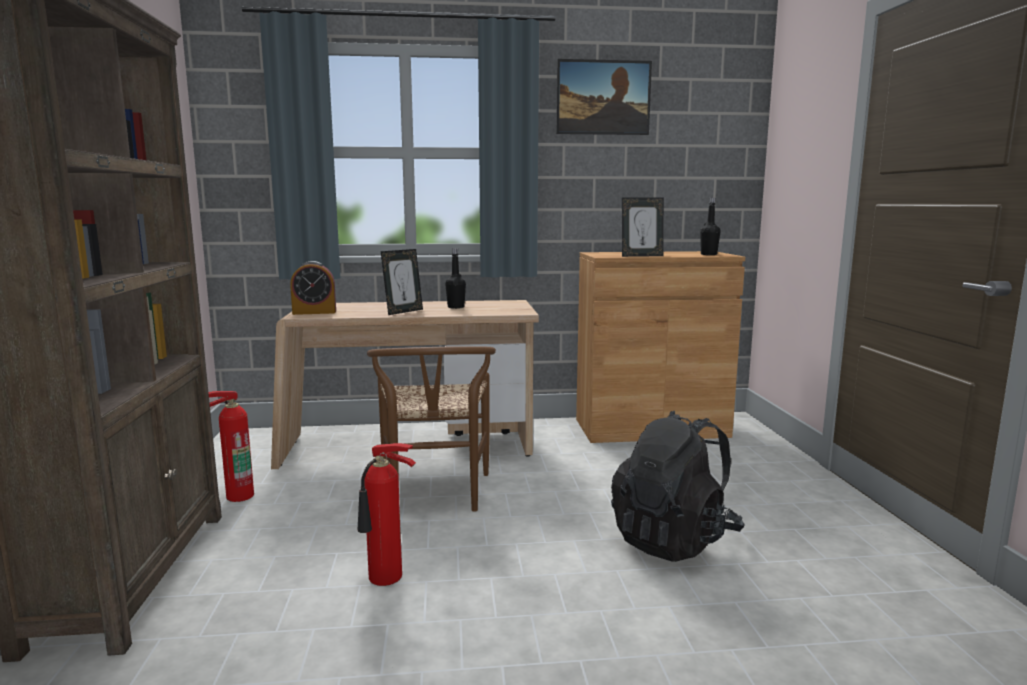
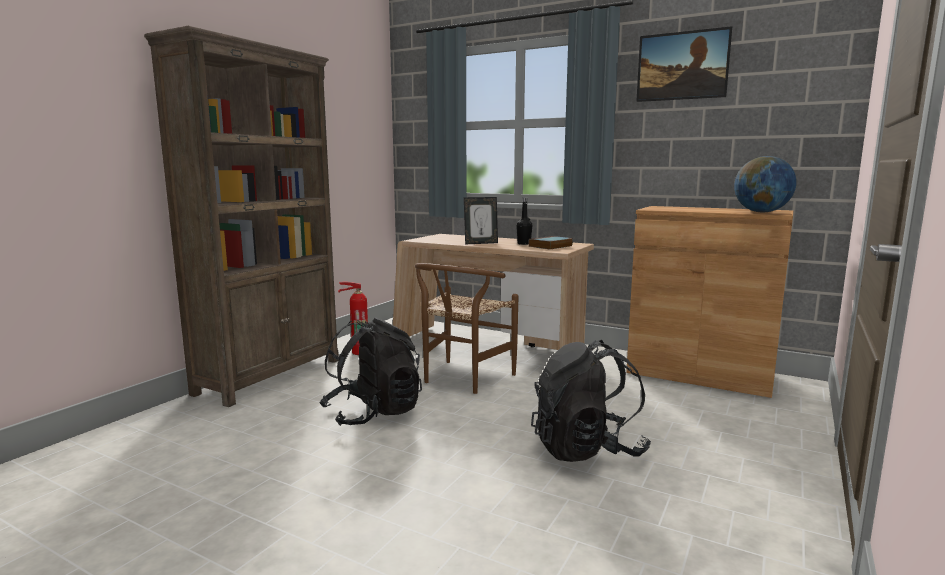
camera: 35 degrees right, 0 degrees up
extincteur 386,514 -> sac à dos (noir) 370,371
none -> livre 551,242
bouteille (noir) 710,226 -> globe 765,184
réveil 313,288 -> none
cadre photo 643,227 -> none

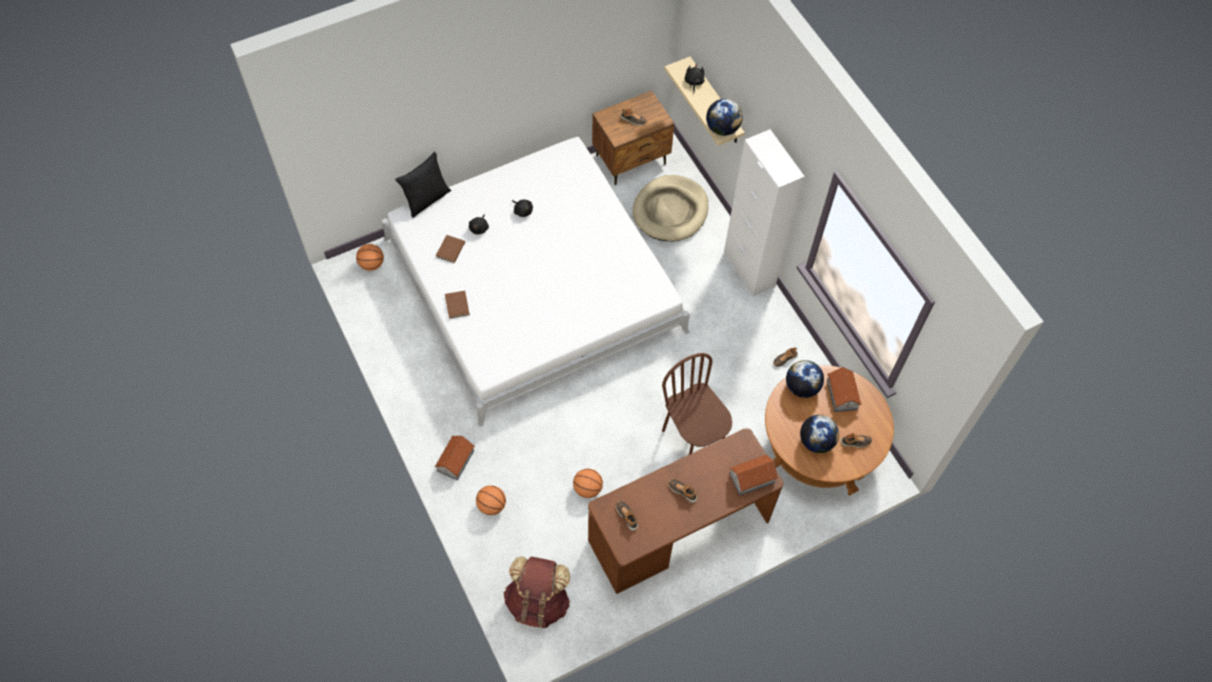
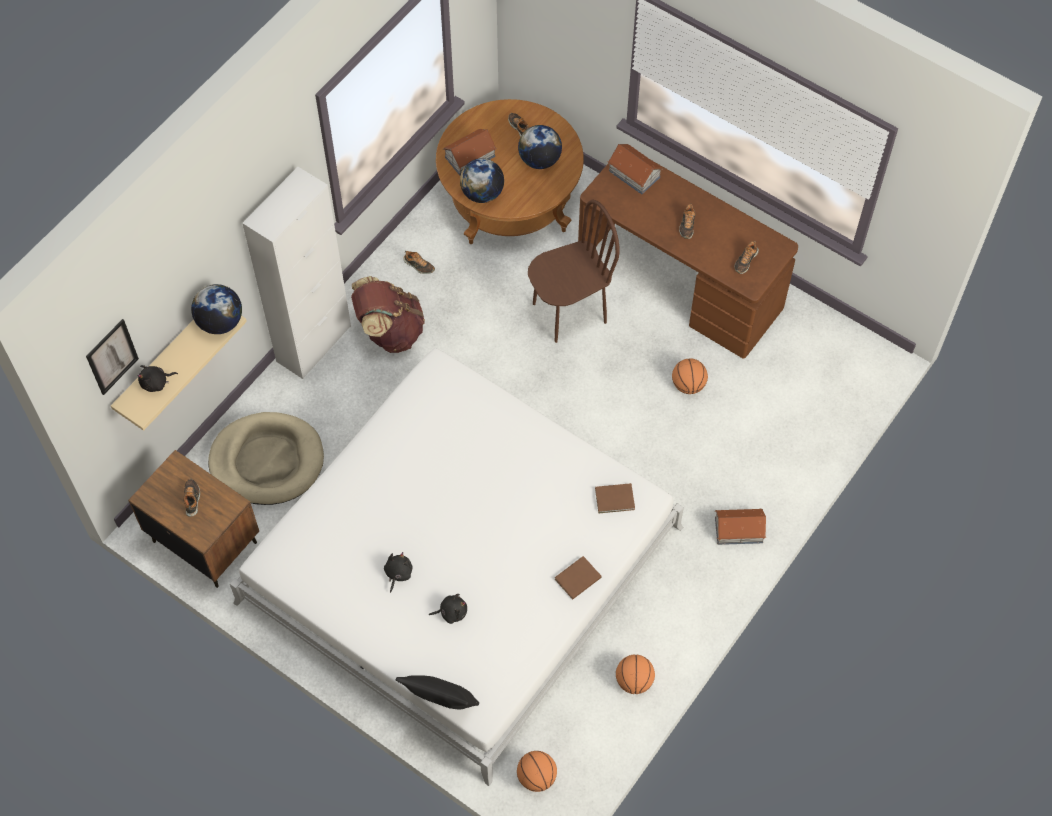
camera: 115 degrees left, 0 degrees up
none -> tableau 112,357
sac à dos (marron) 537,592 -> sac à dos (marron) 388,314, relocated
chaise (marron) 697,404 -> chaise (marron) 574,271, 150 degrees counterclockwise
livre (marron) 450,249 -> livre (marron) 615,498, relocated
ballon de basket 491,500 -> ballon de basket 635,674, relocated

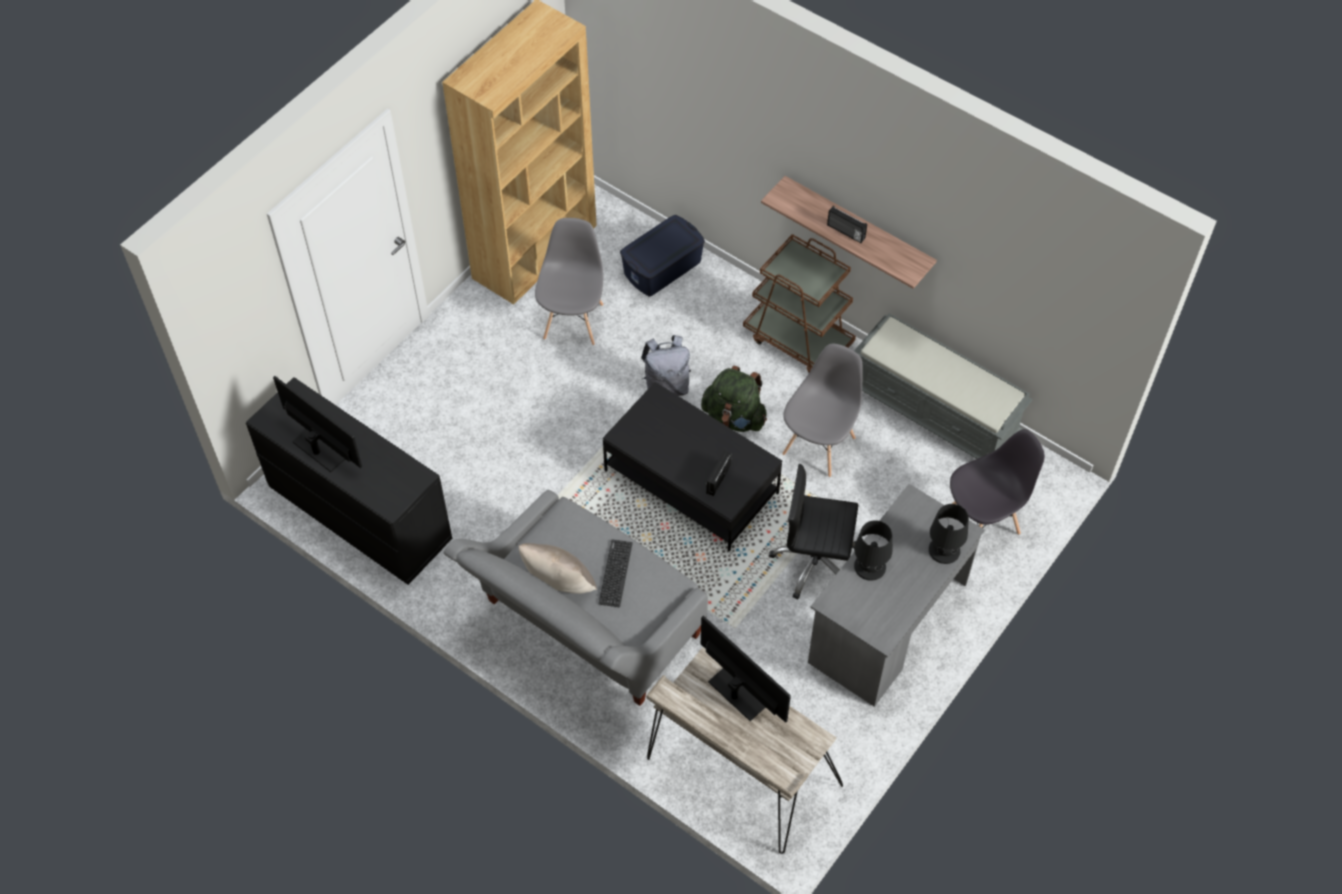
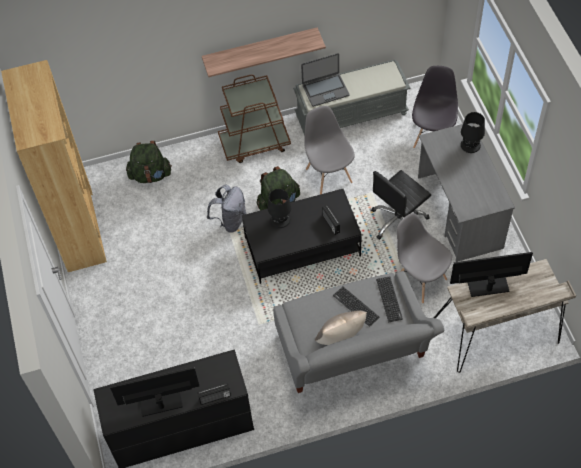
camera: 50 degrees left, 0 degrees up
boîte de rangement (bleu) 662,256 -> sac à dos (vert) 149,162
radio 847,224 -> radio 214,394, relocated
lampe de table (noir) 873,550 -> lampe de table (noir) 279,208, relocated
none -> ordinateur portable 325,80
none -> clavier 389,299
chaise (gris) 569,281 -> chaise (gris) 424,258, relocated

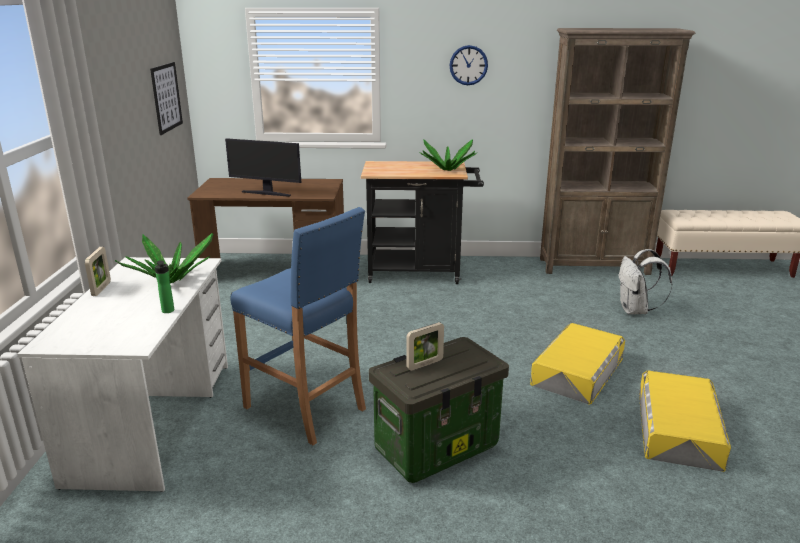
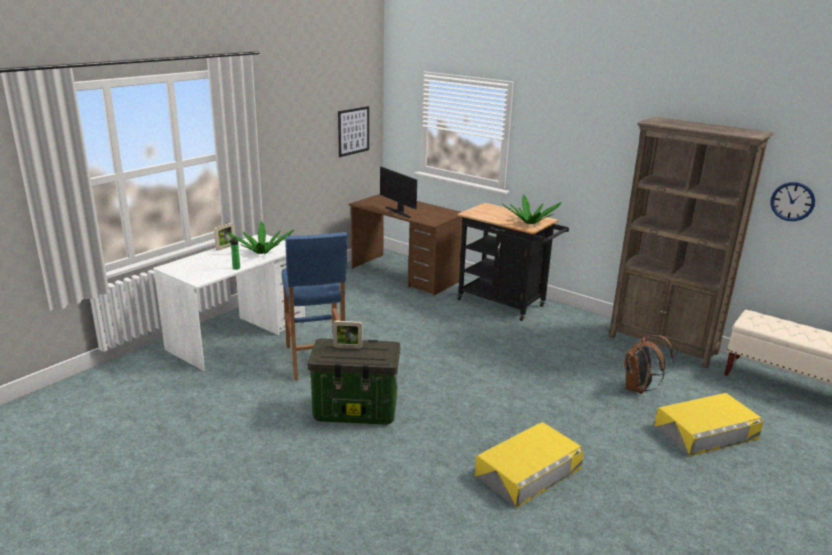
camera: 35 degrees right, 0 degrees up
sac à dos (blanc) 645,281 -> sac à dos (marron) 649,364
boîte de rangement (jaune) 577,364 -> boîte de rangement (jaune) 708,424, relocated
horloge murale 468,65 -> horloge murale 792,201, relocated

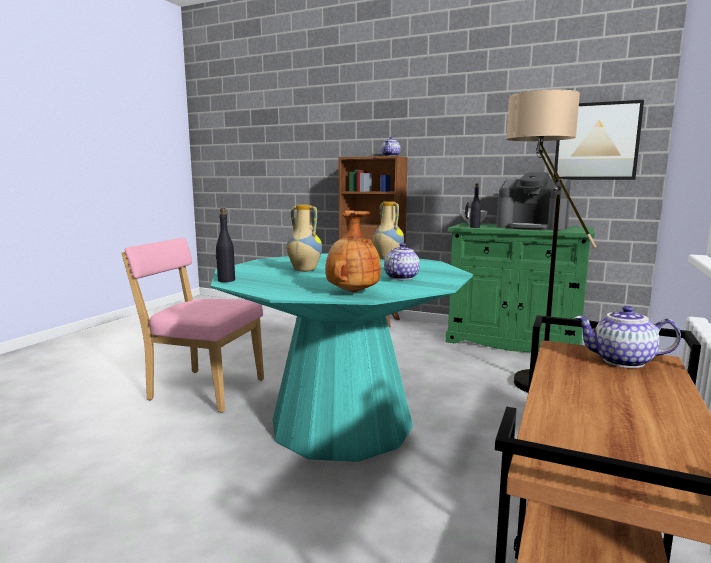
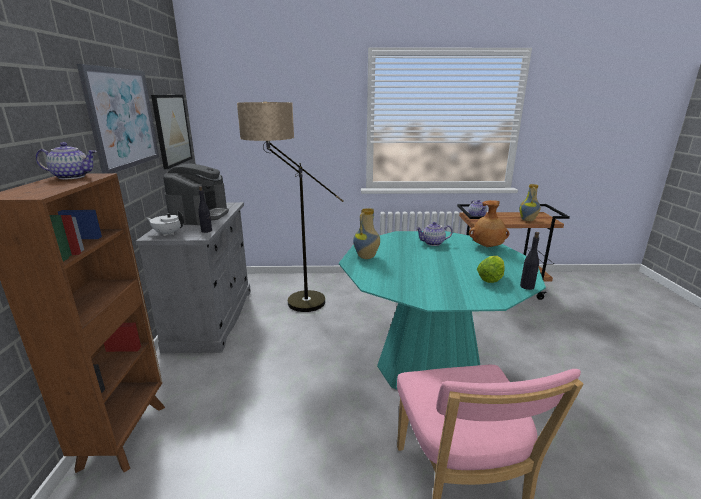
camera: 115 degrees left, 10 degrees up
none -> tableau 118,118
meuble de rangement (vert) 520,287 -> meuble de rangement (gris) 193,277
none -> laitue 491,269
vase 304,238 -> vase 530,202, relocated

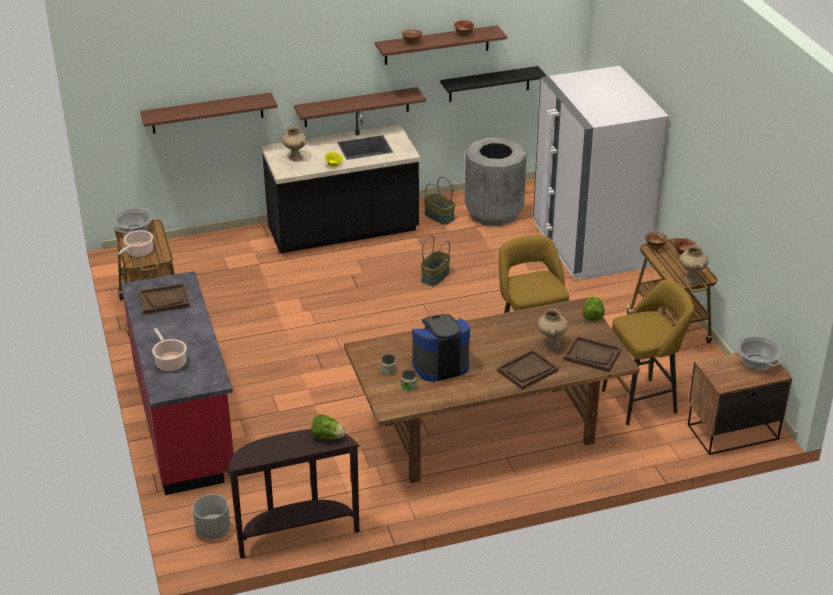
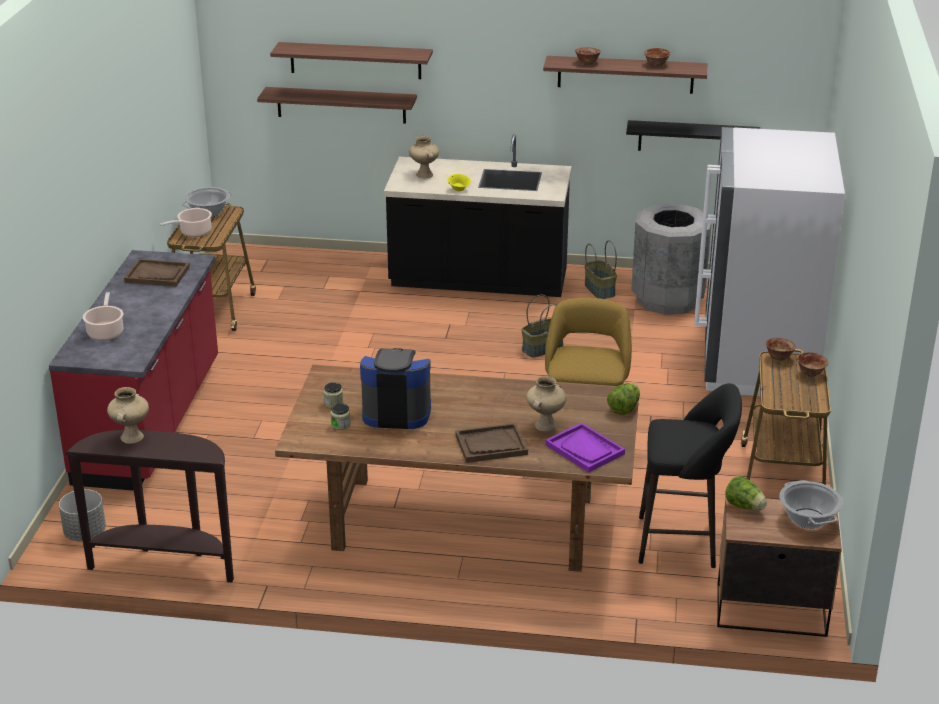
camera: 25 degrees right, 5 degrees down
vase (beige) 694,264 -> vase (beige) 128,415, relocated
étagère 360,107 -> étagère 351,60, relocated
plateau (marron) 592,354 -> plateau (violet) 585,448
tabouret (jaune) 648,352 -> tabouret (noir) 690,475
laitue 328,426 -> laitue 746,493, relocated

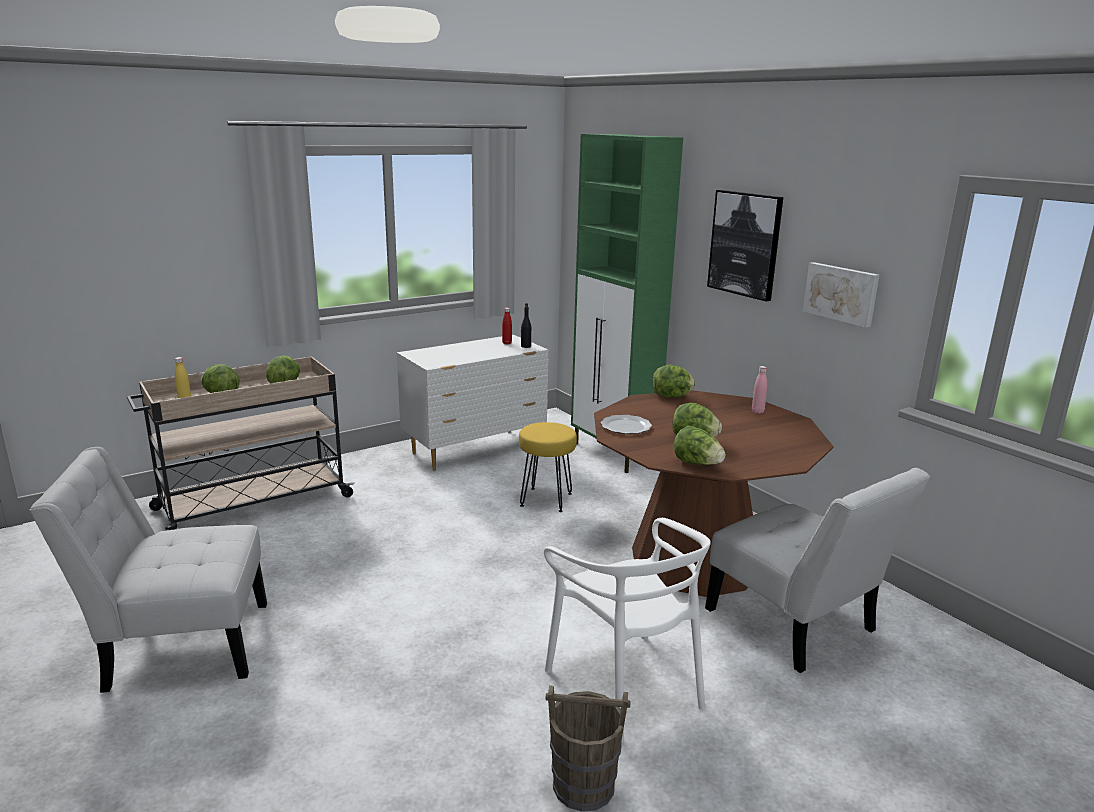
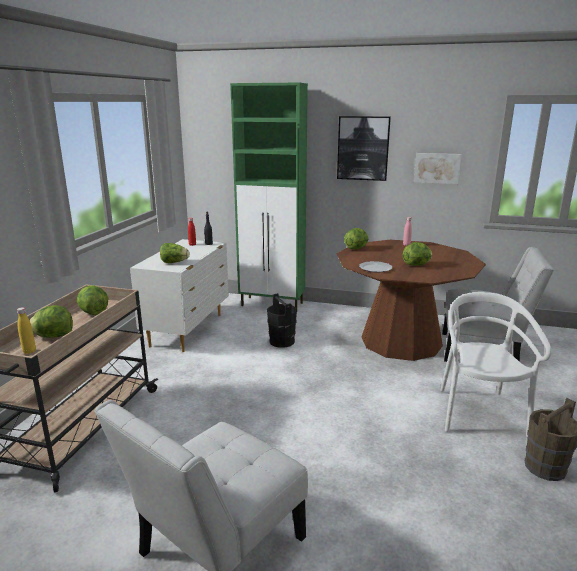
camera: 40 degrees left, 0 degrees up
laitue 699,445 -> laitue 175,253, relocated
tabouret (jaune) 548,467 -> seau (noir) 282,320
chaise (blanc) 627,630 -> chaise (blanc) 495,364, 105 degrees counterclockwise

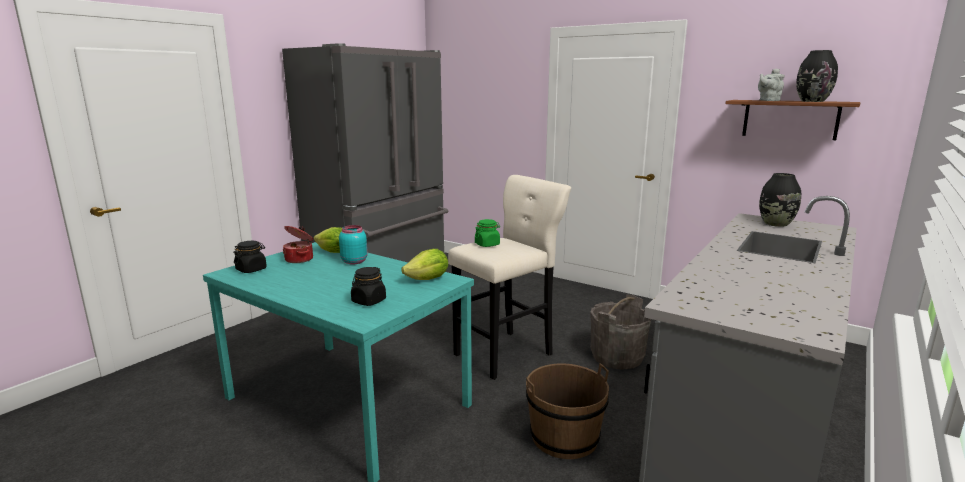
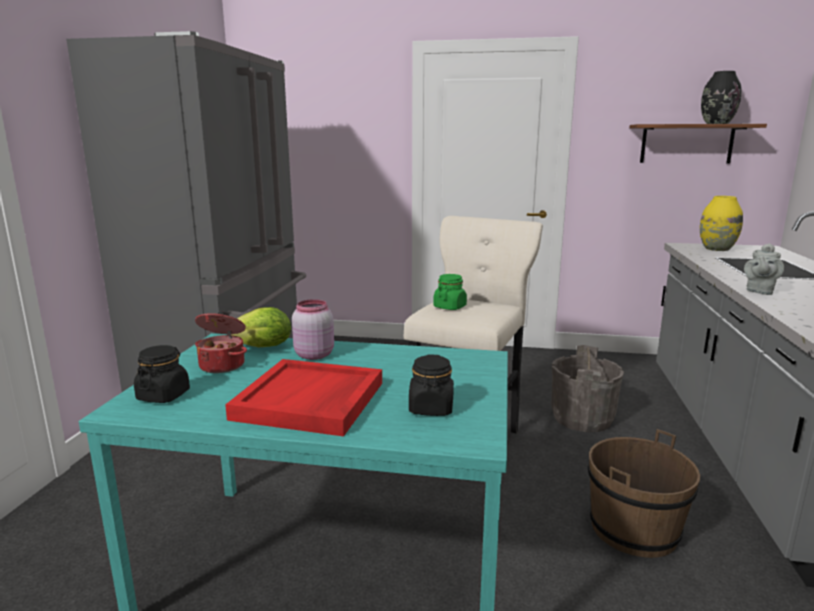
camera: 25 degrees left, 0 degrees up
none -> plateau (rouge) 303,398
bocal (turquoise) 353,245 -> bocal (rose) 313,329
vase (noir) 780,200 -> vase (jaune) 721,223
théière (gris) 771,84 -> théière (gris) 764,269, relocated
laitue 424,264 -> none

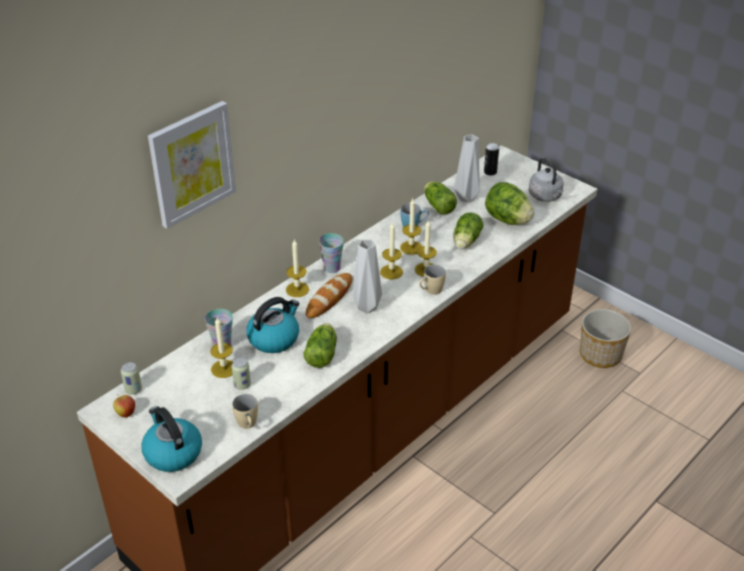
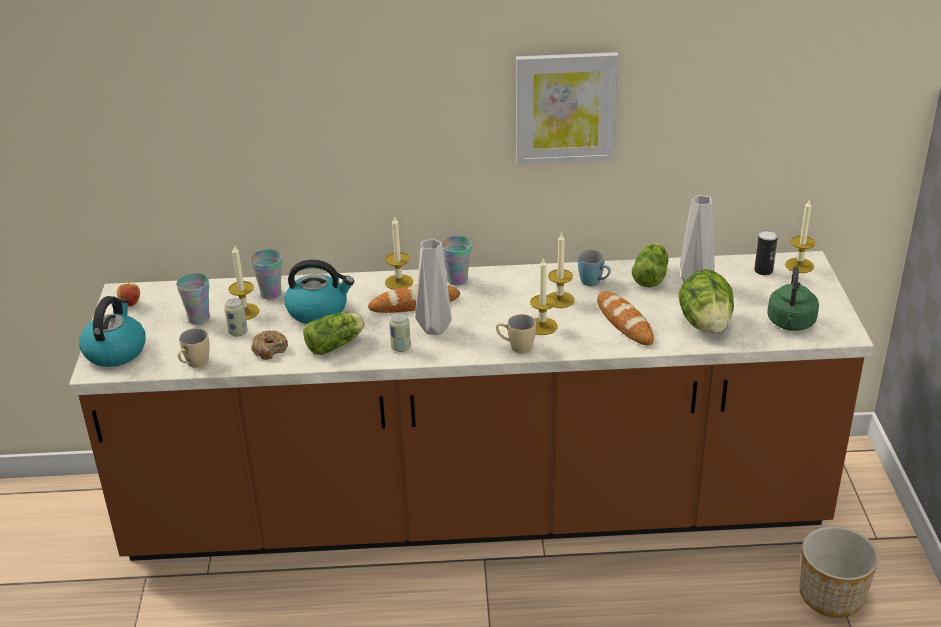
camera: 45 degrees right, 5 degrees down
none -> tasse 193,299
none -> beignet 269,345
boîte métallique 131,378 -> boîte métallique 400,332, relocated
tableau 192,165 -> tableau 567,108, relocated
laitue 468,230 -> pain 625,319
bouilloire (gris) 546,180 -> bouilloire (vert) 793,298
bougie 391,250 -> bougie 800,236, relocated

